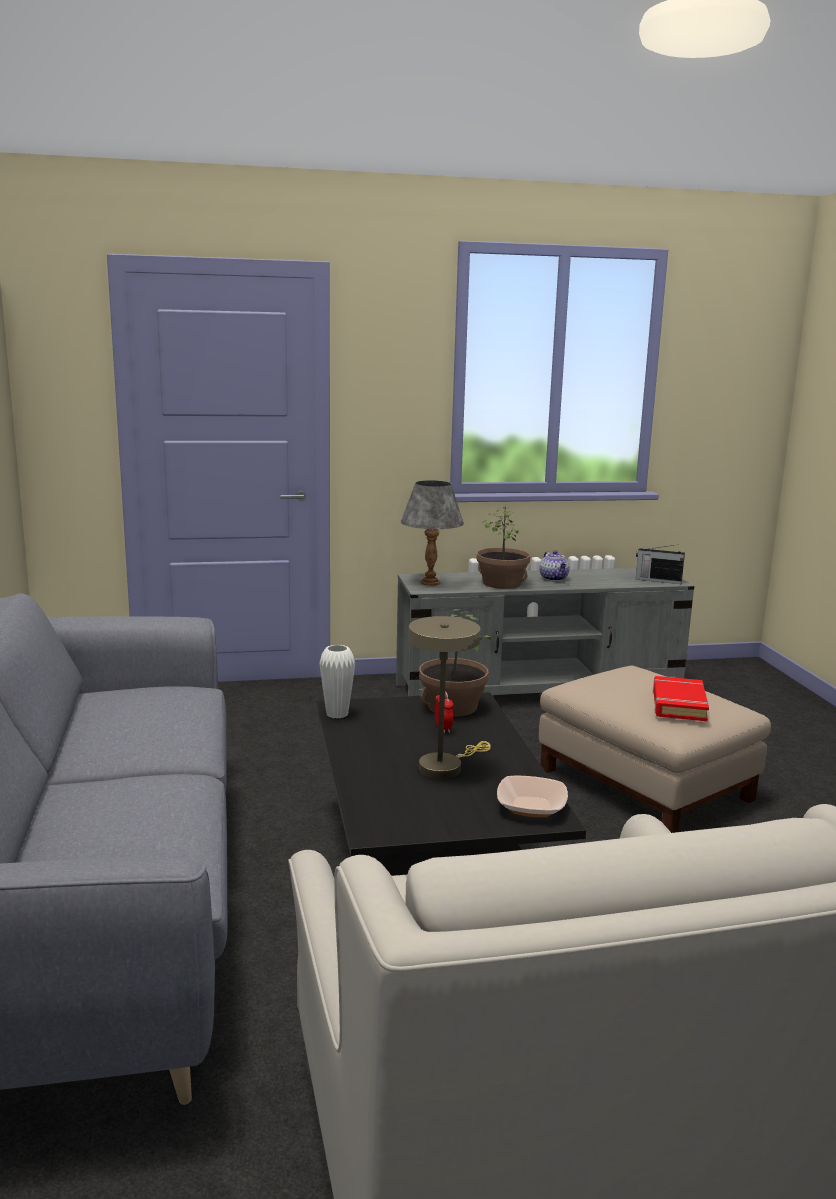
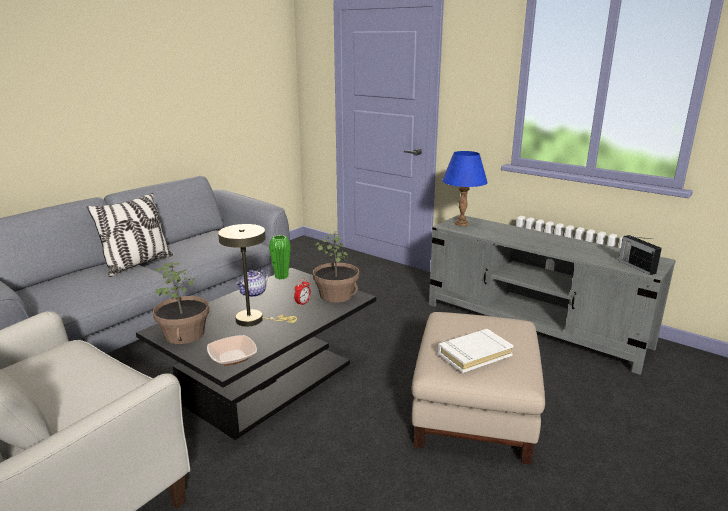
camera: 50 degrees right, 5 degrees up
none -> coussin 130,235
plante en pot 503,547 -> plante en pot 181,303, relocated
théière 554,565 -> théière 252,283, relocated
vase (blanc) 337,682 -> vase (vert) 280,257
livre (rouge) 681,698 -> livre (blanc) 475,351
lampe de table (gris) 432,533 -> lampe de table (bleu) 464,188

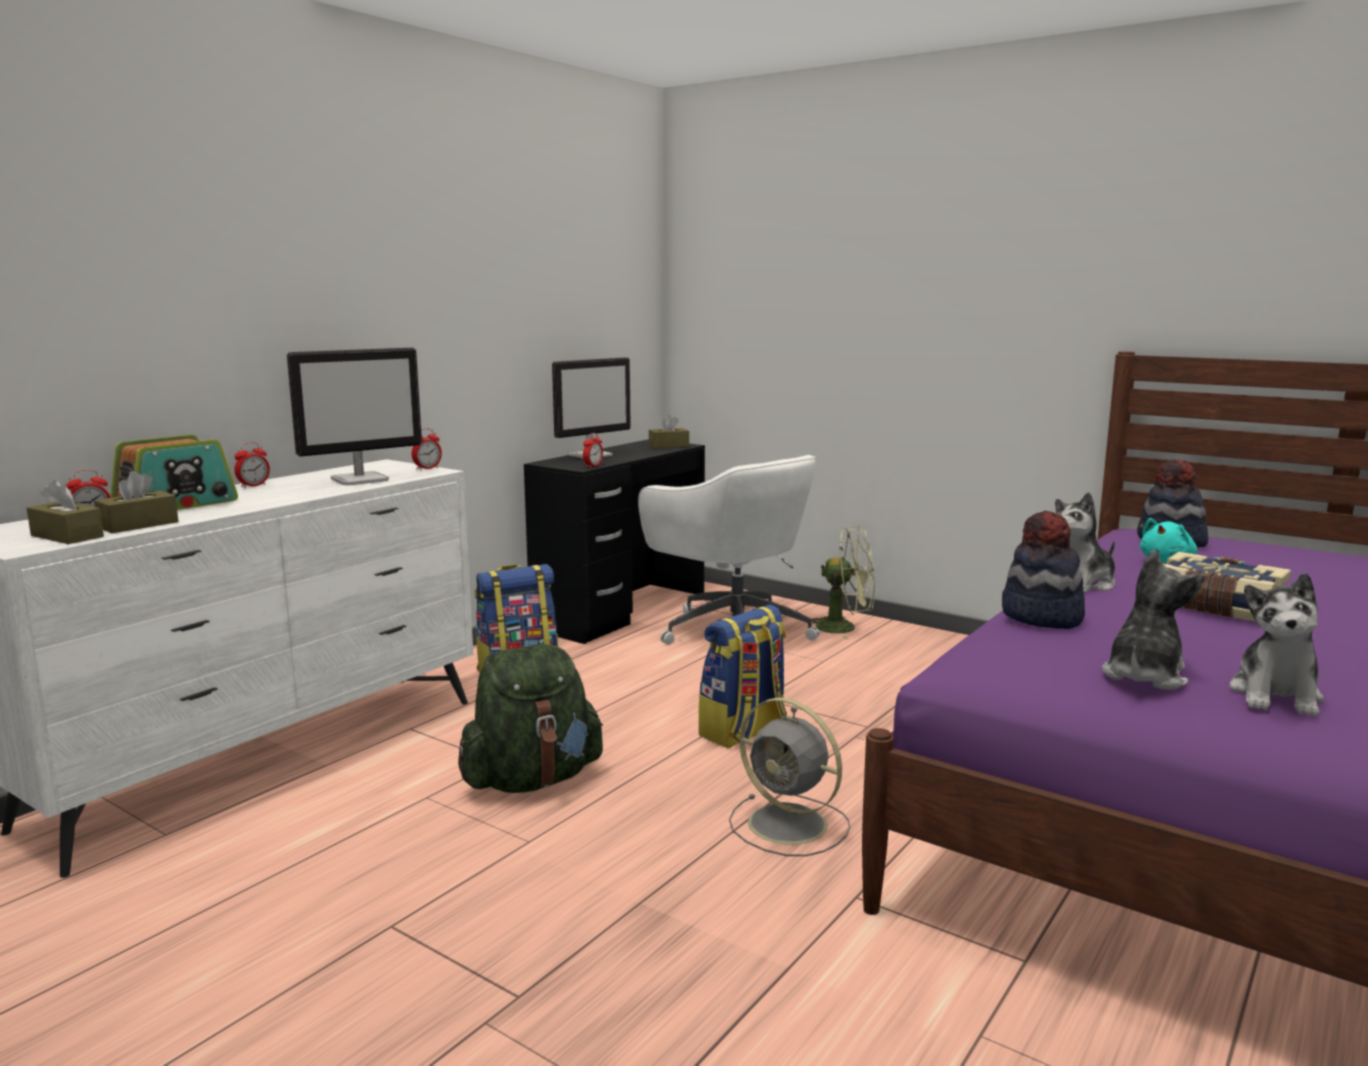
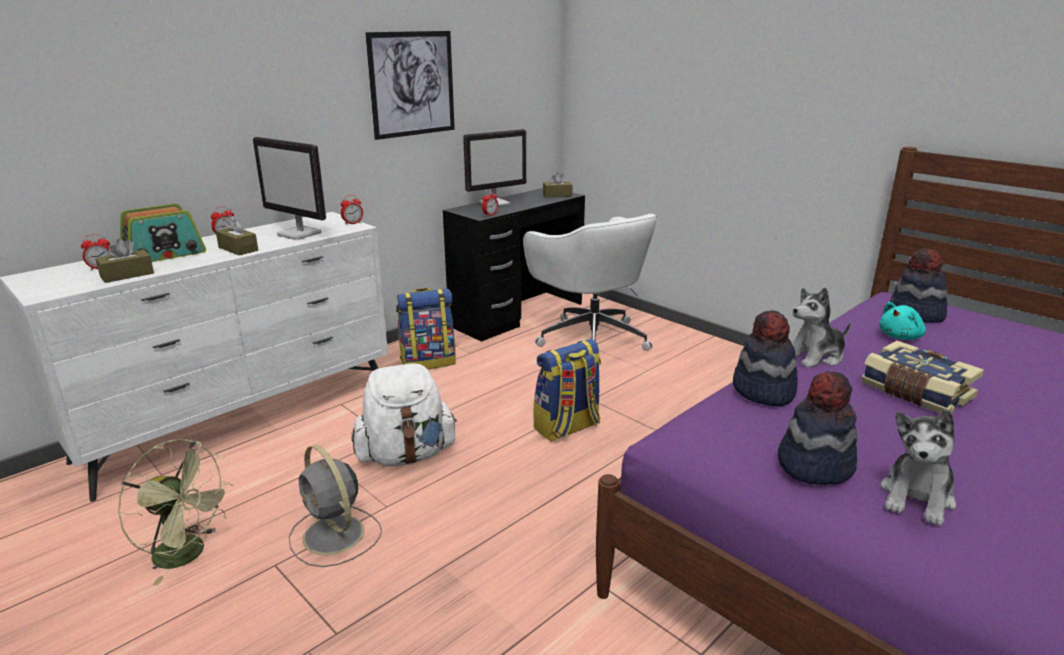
camera: 10 degrees right, 10 degrees up
ventilateur (vert) 843,583 -> ventilateur (vert) 175,512, relocated
boîte à mouchoirs (marron) 65,512 -> boîte à mouchoirs (marron) 237,236, relocated
écran d'ordinateur 354,417 -> écran d'ordinateur 289,188, 60 degrees clockwise
ventilateur (gris) 789,777 -> ventilateur (gris) 335,506, relocated
sac à dos (vert) 530,718 -> sac à dos (blanc) 404,415
none -> tableau 410,85
peluche 1153,620 -> chapeau 817,428

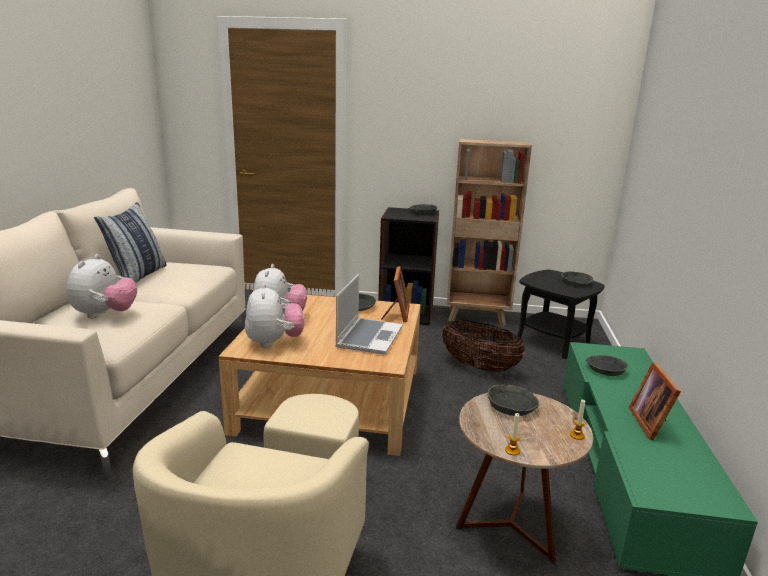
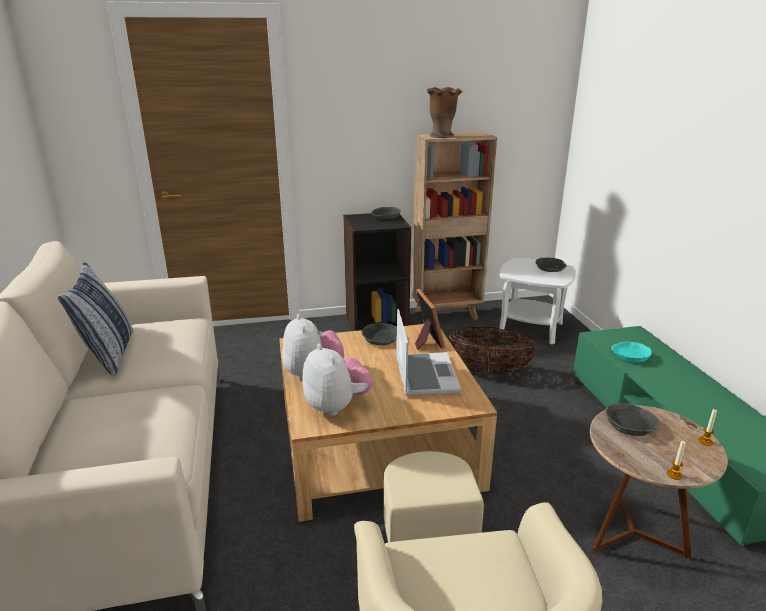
camera: 20 degrees left, 5 degrees up
none -> vase (marron) 445,112
table d'appoint (noir) 561,314 -> table d'appoint (blanc) 537,301
bol (gris) 607,365 -> bol (turquoise) 632,352
peluche 102,286 -> none
cadre photo 654,401 -> none

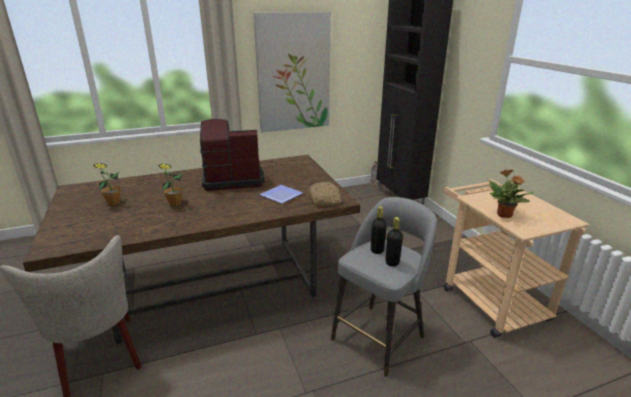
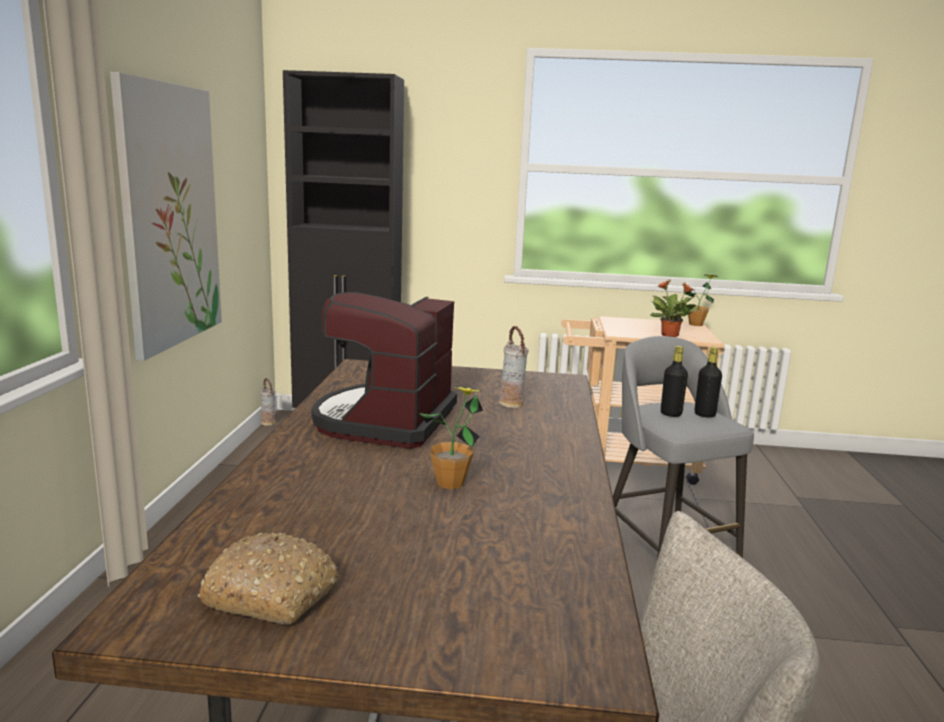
camera: 65 degrees left, 10 degrees down
pain 324,194 -> pain 268,579, relocated
assiette 281,194 -> vase 513,367
plante en pot 107,184 -> plante en pot 701,300, relocated

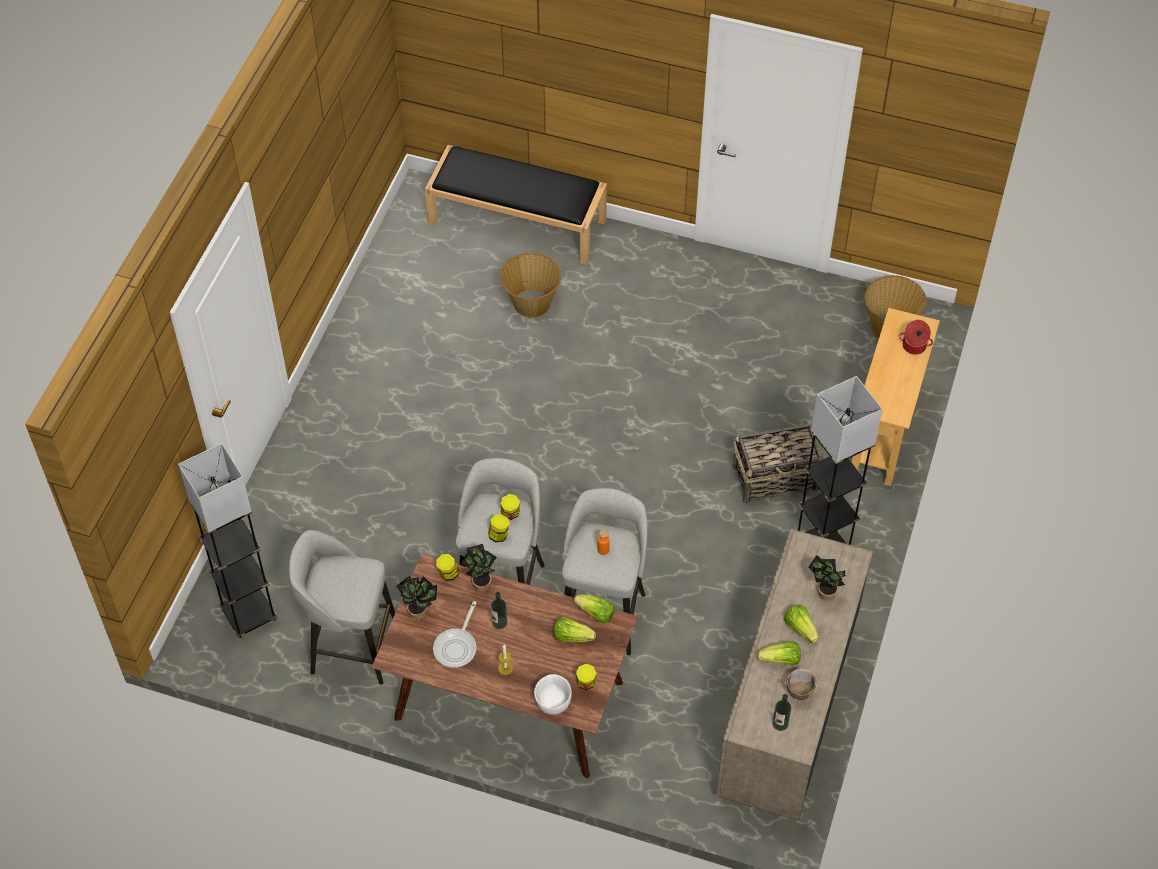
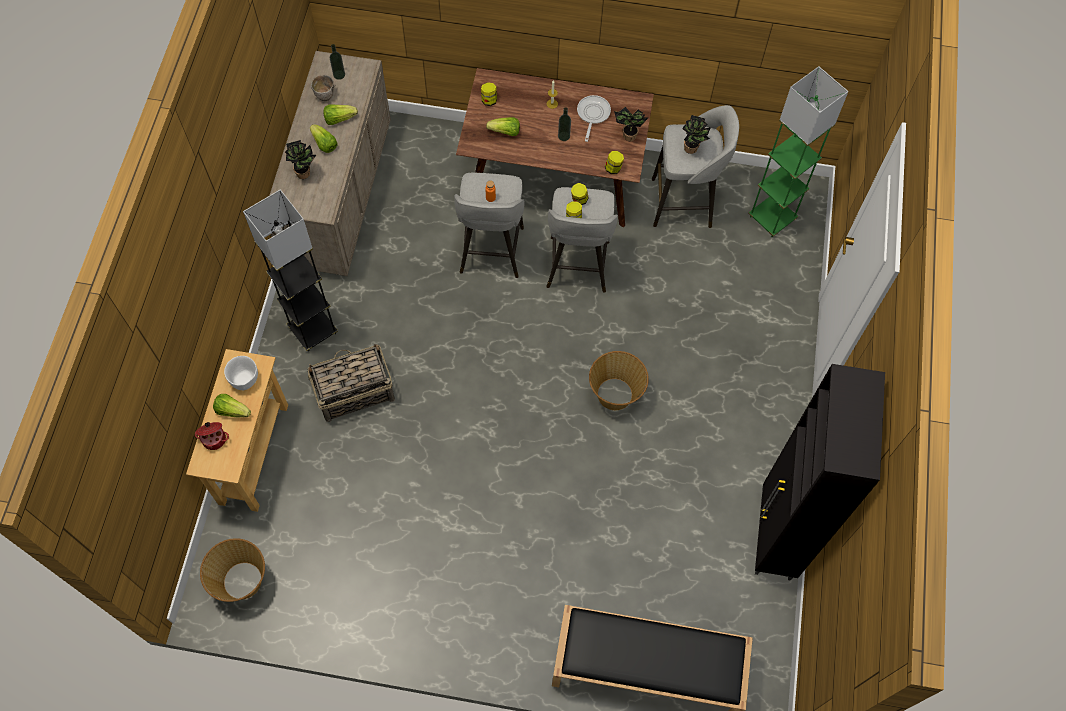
camera: 170 degrees right, 10 degrees up
laitue 594,609 -> laitue 232,405, relocated
bol (blanc) 553,694 -> bol (blanc) 241,373, relocated
panier 530,285 -> panier 619,380, relocated
plante en pot 479,568 -> plante en pot 696,134, relocated
lampadaire (gris) 228,540 -> lampadaire (vert) 798,151
none -> meuble de rangement (noir) 820,472

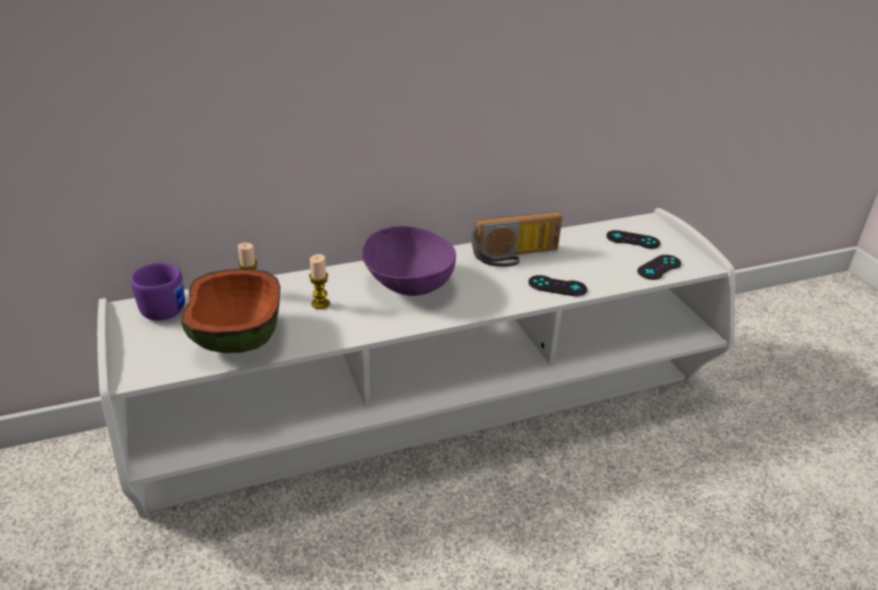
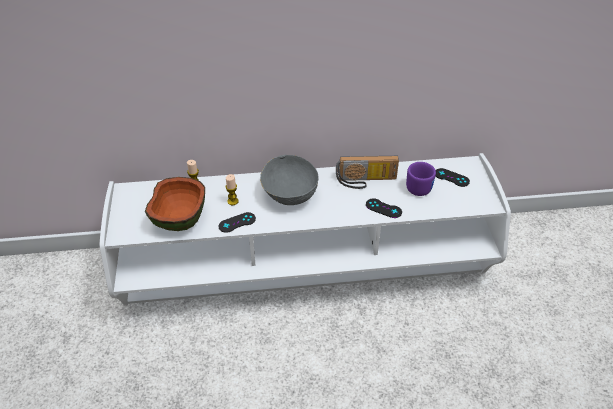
camera: 15 degrees right, 10 degrees up
manette (noir) 659,267 -> manette (noir) 237,222, relocated
bol (violet) 408,261 -> bol (gris) 289,180
mug (violet) 157,291 -> mug (violet) 421,179, relocated

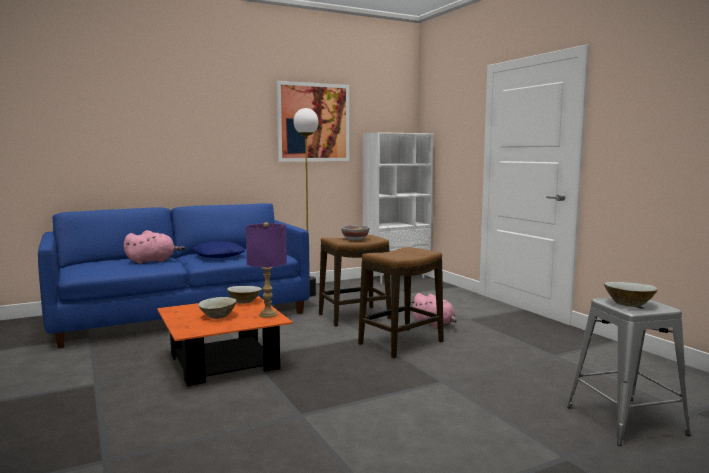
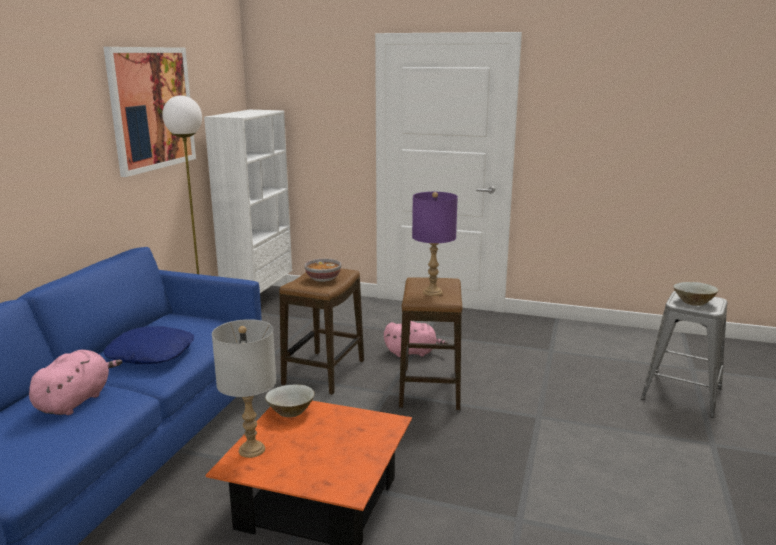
camera: 45 degrees left, 10 degrees up
none -> lampe de table (gris) 244,388
lampe de table (violet) 266,270 -> lampe de table (violet) 435,244, relocated
bol (beige) 217,308 -> none

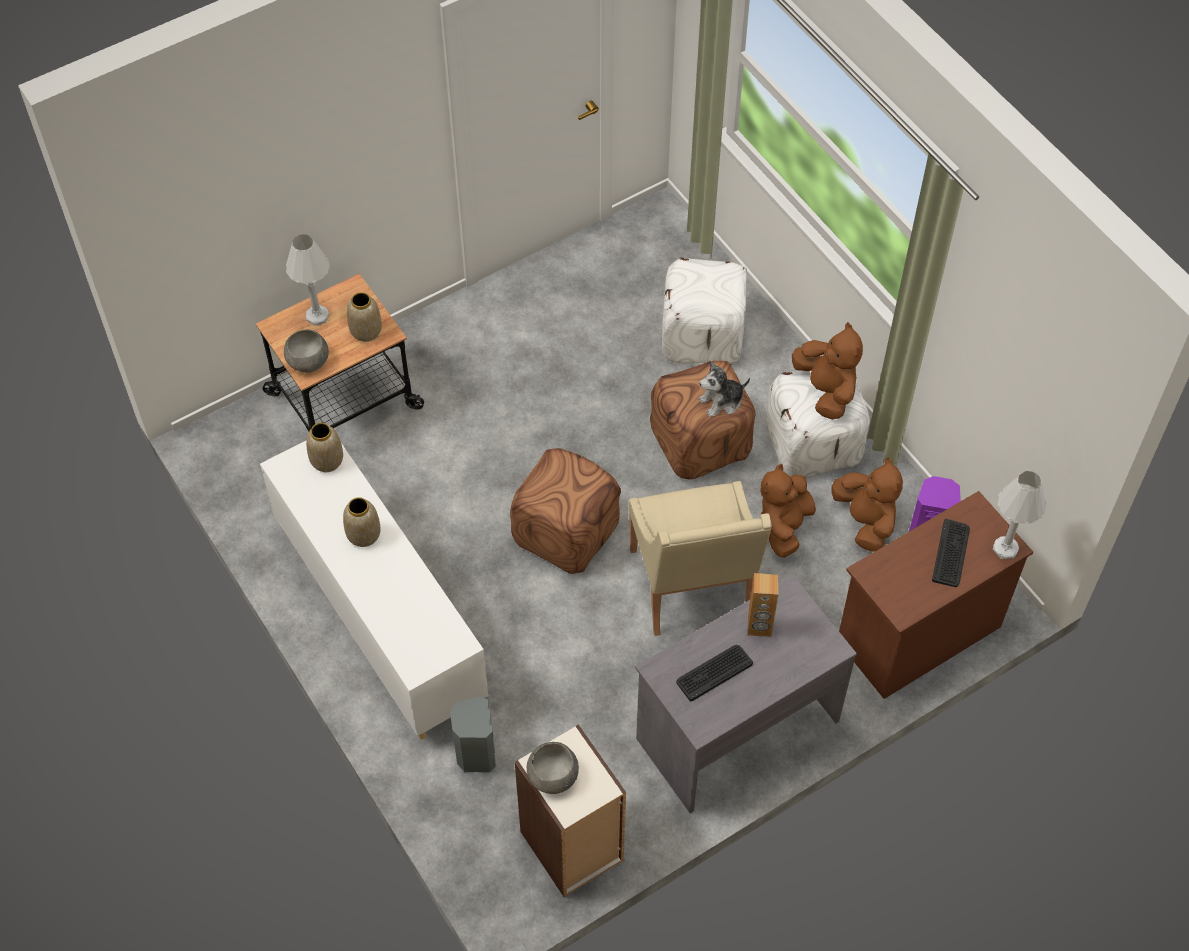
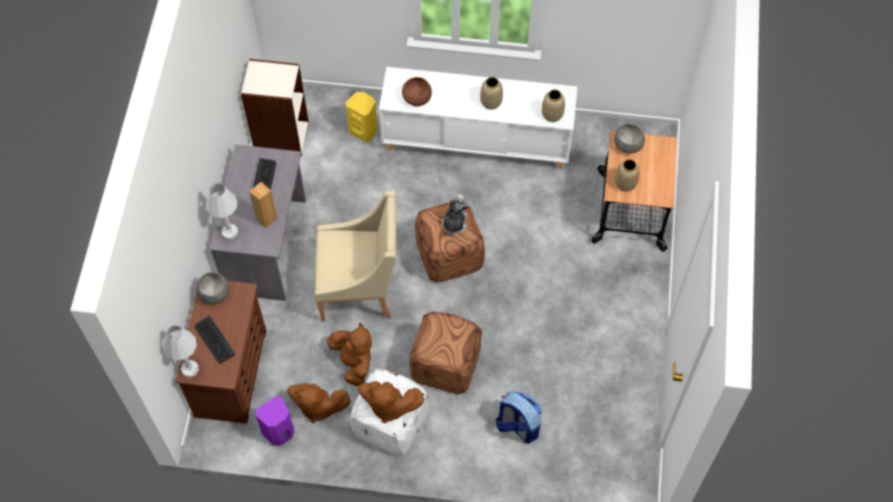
camera: 130 degrees right, 5 degrees up
bol (gris) 553,768 -> bol (gris) 212,288, relocated
lampe de table (blanc) 308,280 -> lampe de table (blanc) 222,212, relocated
fauteuil (beige) 700,558 -> fauteuil (beige) 355,256, 150 degrees clockwise
enceinte (gris) 473,734 -> enceinte (jaune) 362,117
none -> bol (marron) 417,91
peluche 724,389 -> peluche 455,214, relocated
pouf (blanc) 704,311 -> sac à dos 518,417

